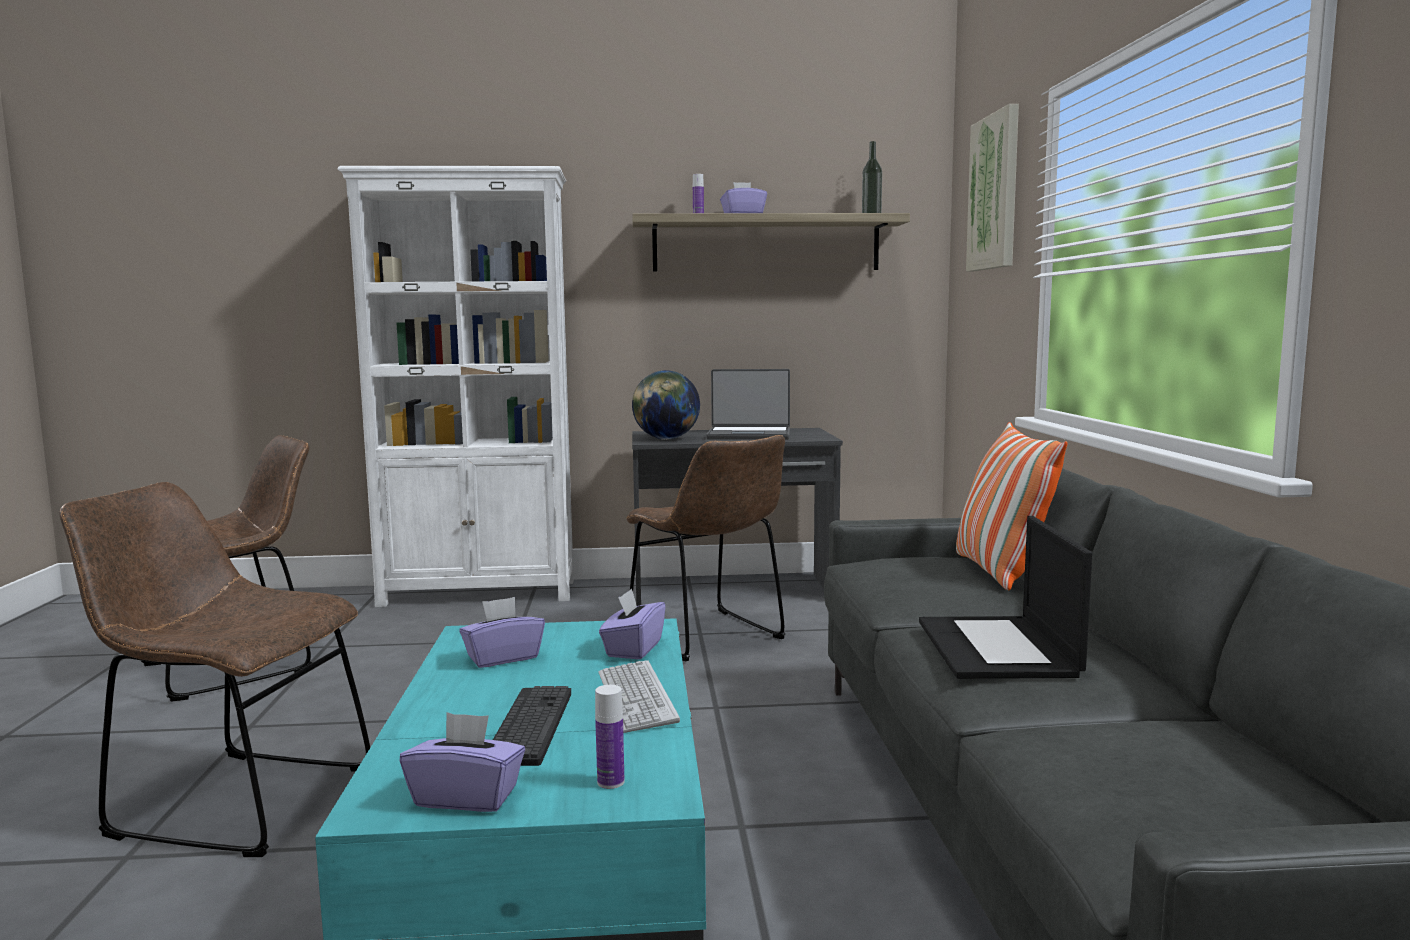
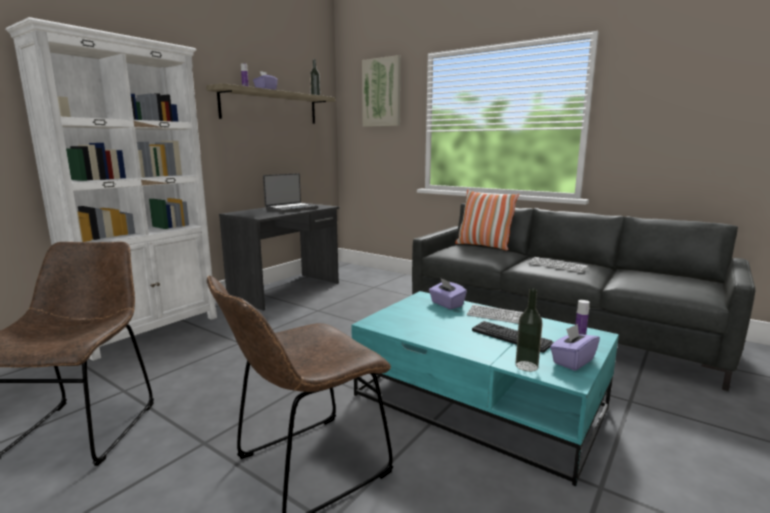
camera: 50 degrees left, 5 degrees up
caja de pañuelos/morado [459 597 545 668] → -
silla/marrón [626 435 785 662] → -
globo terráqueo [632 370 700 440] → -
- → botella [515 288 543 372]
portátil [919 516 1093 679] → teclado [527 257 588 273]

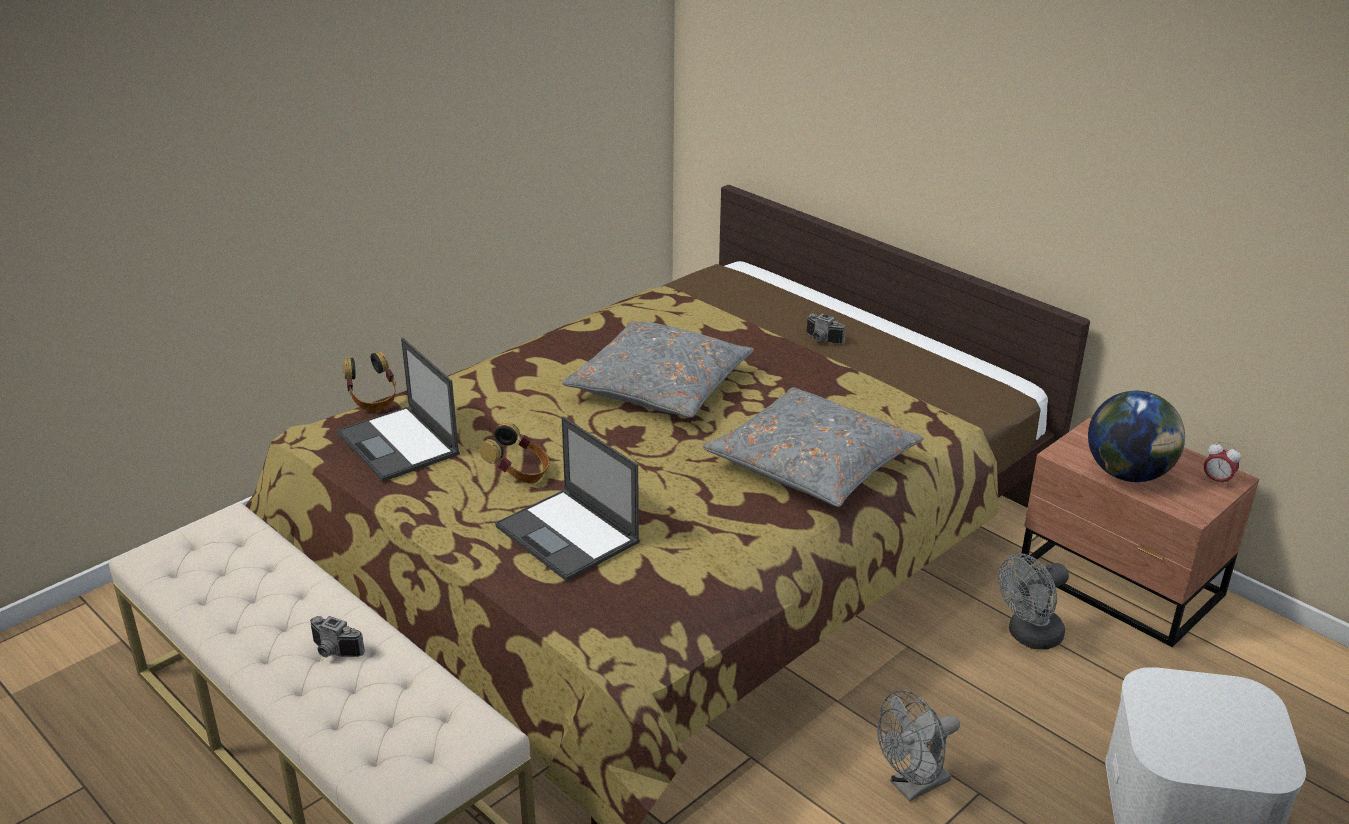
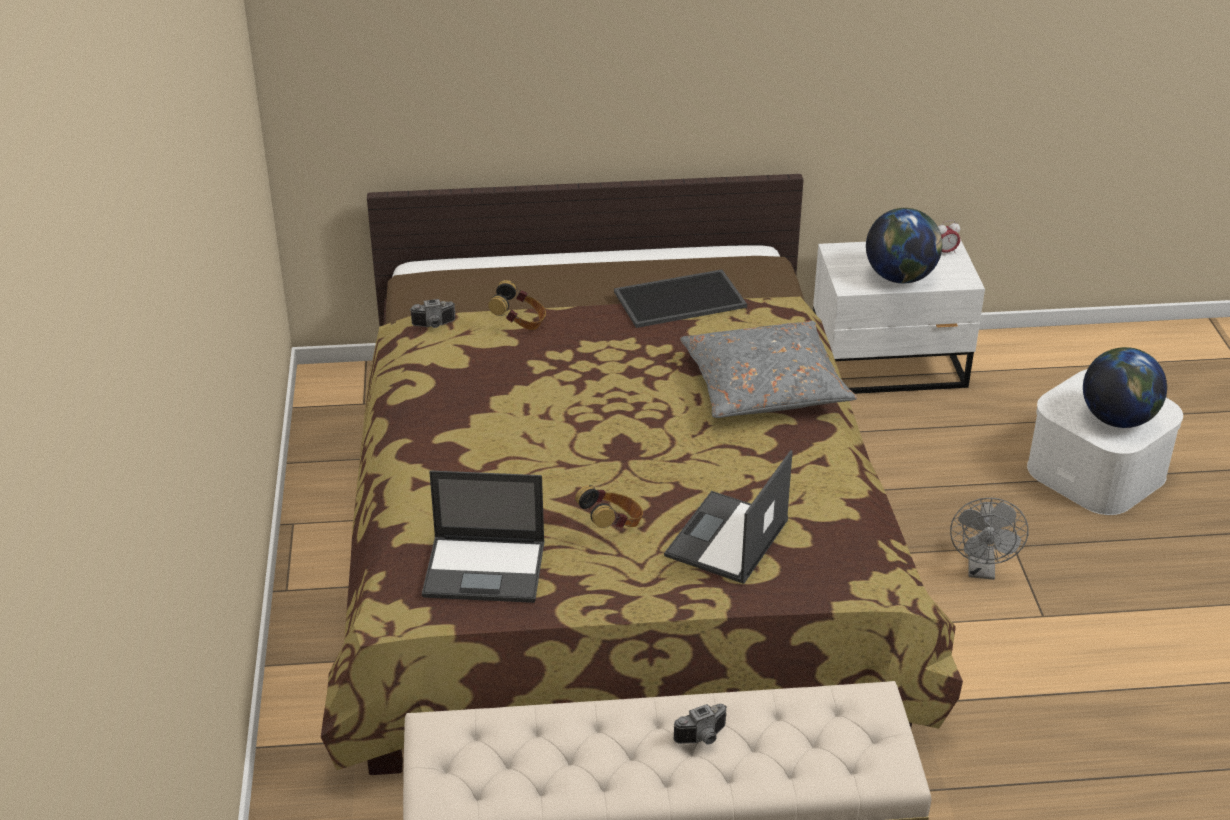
camera: 50 degrees left, 5 degrees up
cojín/gris [562 321 754 418] → -
ventilador/gris [998 553 1069 650] → -
- → bandeja [614 269 747 328]
- → globo terráqueo [1083 347 1167 428]
auriculares [343 351 396 411] → auriculares [488 280 546 330], relocated
cámara [806 313 846 344] → cámara [410 299 455 328], relocated
mesita de noche/marrón [1021 415 1259 647] → mesita de noche/blanco [813 239 985 394]
portátil [495 416 640 581] → portátil [664 450 793 584], 120 degrees clockwise

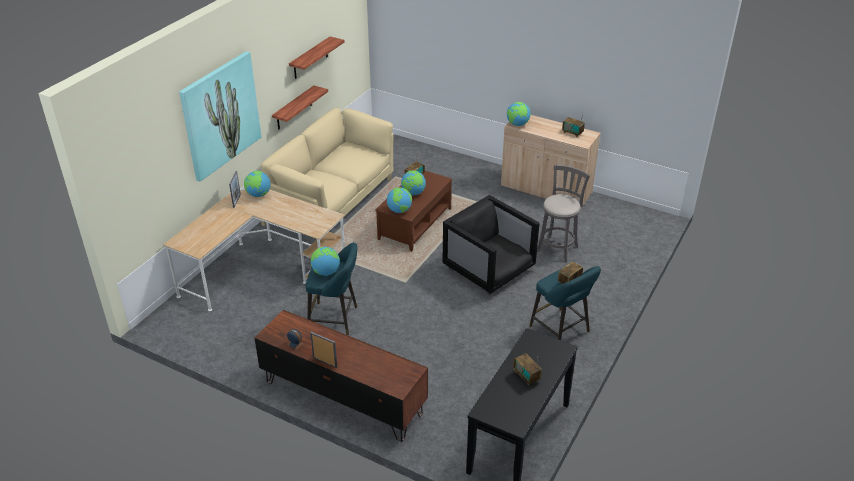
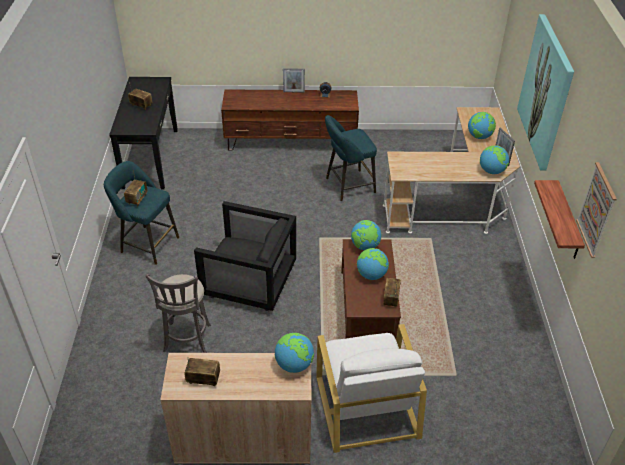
camera: 150 degrees right, 5 degrees up
sofá/beis [260 108 393 240] → -
- → sillón/blanco [316 324 427 453]
globo terráqueo [311 247 340 276] → globo terráqueo [468 112 496 139], relocated
estante [289 36 345 79] → cuadro [576 162 617 258]

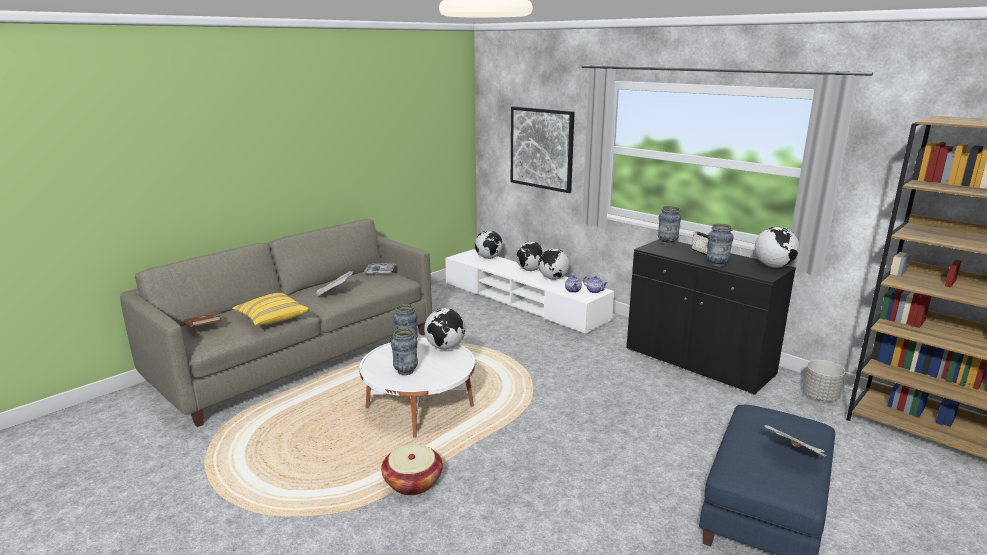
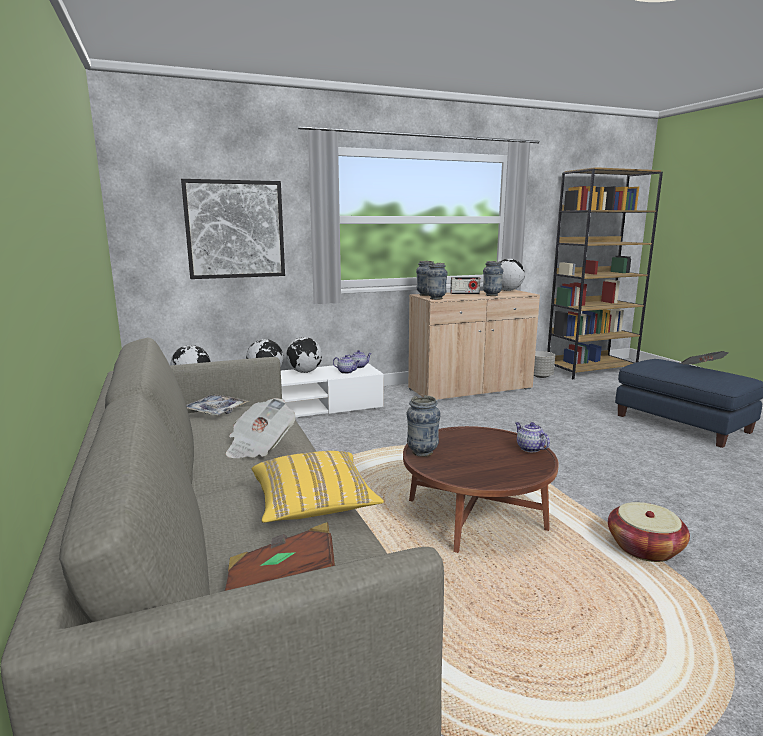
camera: 65 degrees left, 5 degrees down
globo terráqueo [424 308 465 349] → -
- → tetera [515 422 550 452]
florero [391 328 418 375] → florero [427 263 448 300], relocated
mesa de centro/blanco [359 338 475 438] → mesa de centro/marrón [403 426 559 553]
armario/negro [626 239 796 396] → armario/beis [408 290 540 400]

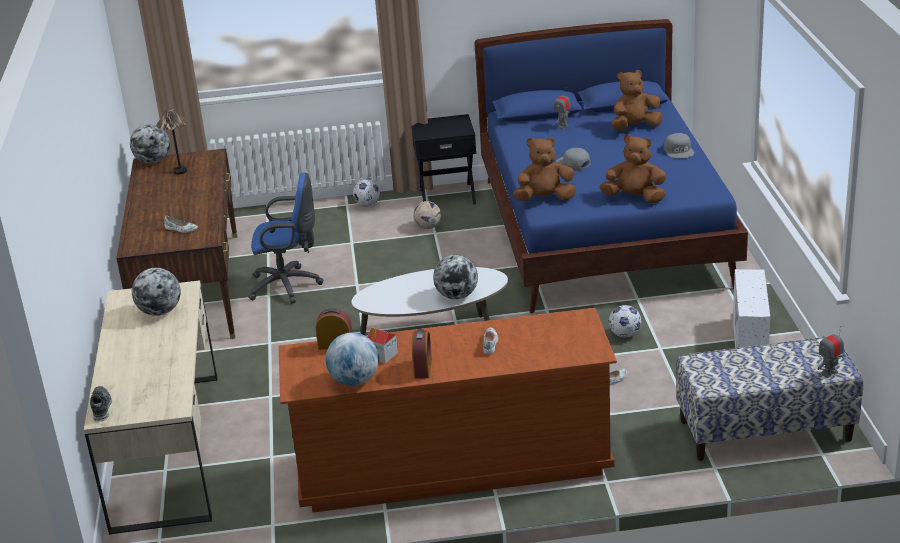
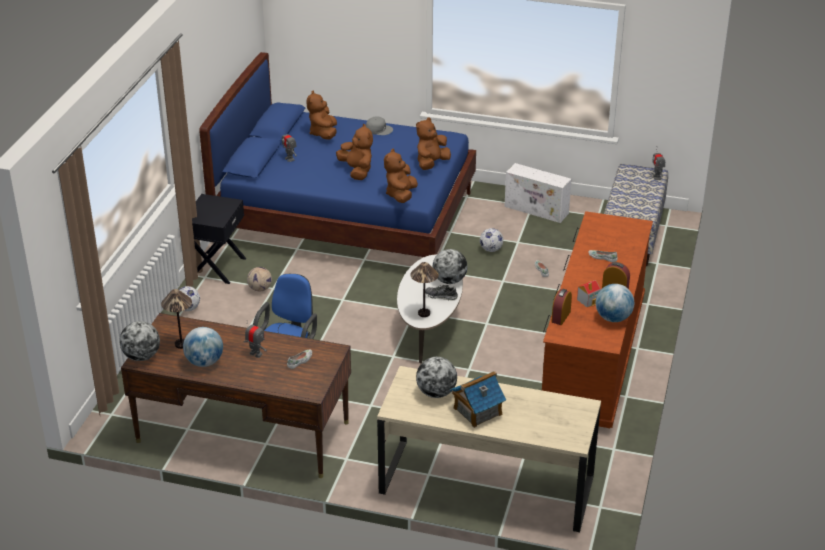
camera: 70 degrees left, 5 degrees up
- → globo terráqueo [183 327 223 367]
- → robot de juguete [243 321 267 358]
- → lámpara de mesa [410 262 439 317]
- → casita [450 371 506 428]
zapato [90 386 112 422] → zapato [425 285 458 301], relocated
gorra/gris [556 148 591 171] → peluche/marrón [336 124 373 180]

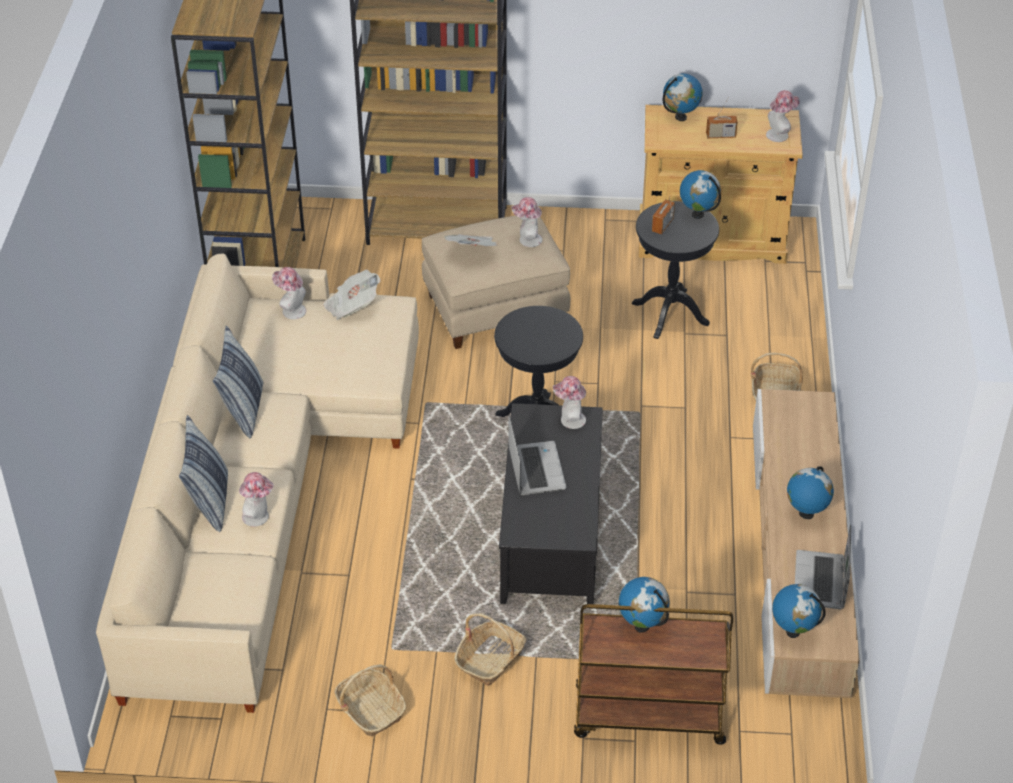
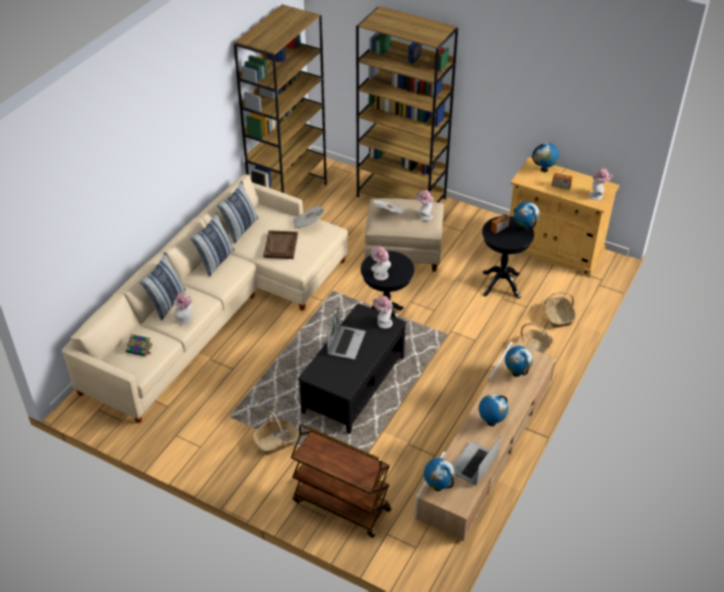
camera: 25 degrees right, 0 degrees up
- → libro [126 334 153 356]
- → cojín [217 181 258 244]
- → bandeja/marrón [263 230 298 259]
sombrero [272 267 306 319] → sombrero [371 247 391 280], relocated
cesta [334 665 406 737] → cesta [542 292 576 328], relocated
globo terráqueo [619 577 670 633] → globo terráqueo [505 346 533 377], relocated

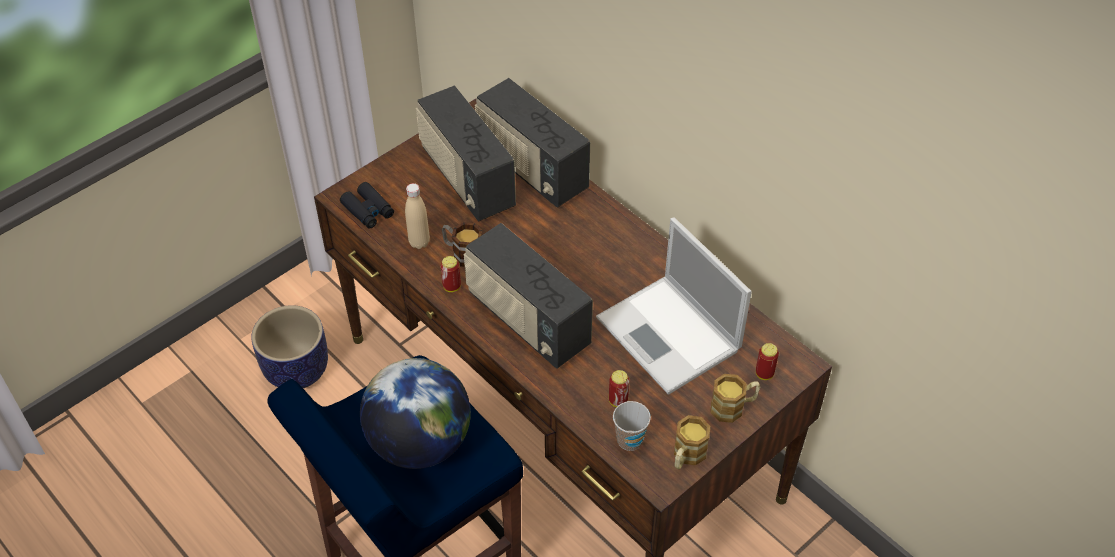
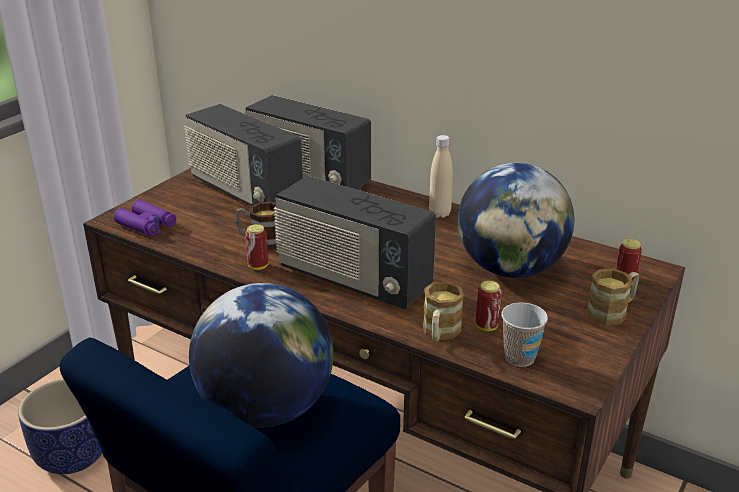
camera: 15 degrees left, 20 degrees down
botella/beis [405 183 430 249] → botella/beis [429 135 453 218], relocated
taza grande [674 415 710 469] → taza grande [423 281 464 341], relocated
portátil [596 217 752 395] → globo terráqueo [458 163 574 278]
prismáticos/negro [340 182 394 229] → prismáticos/morado [114 200 176 236]

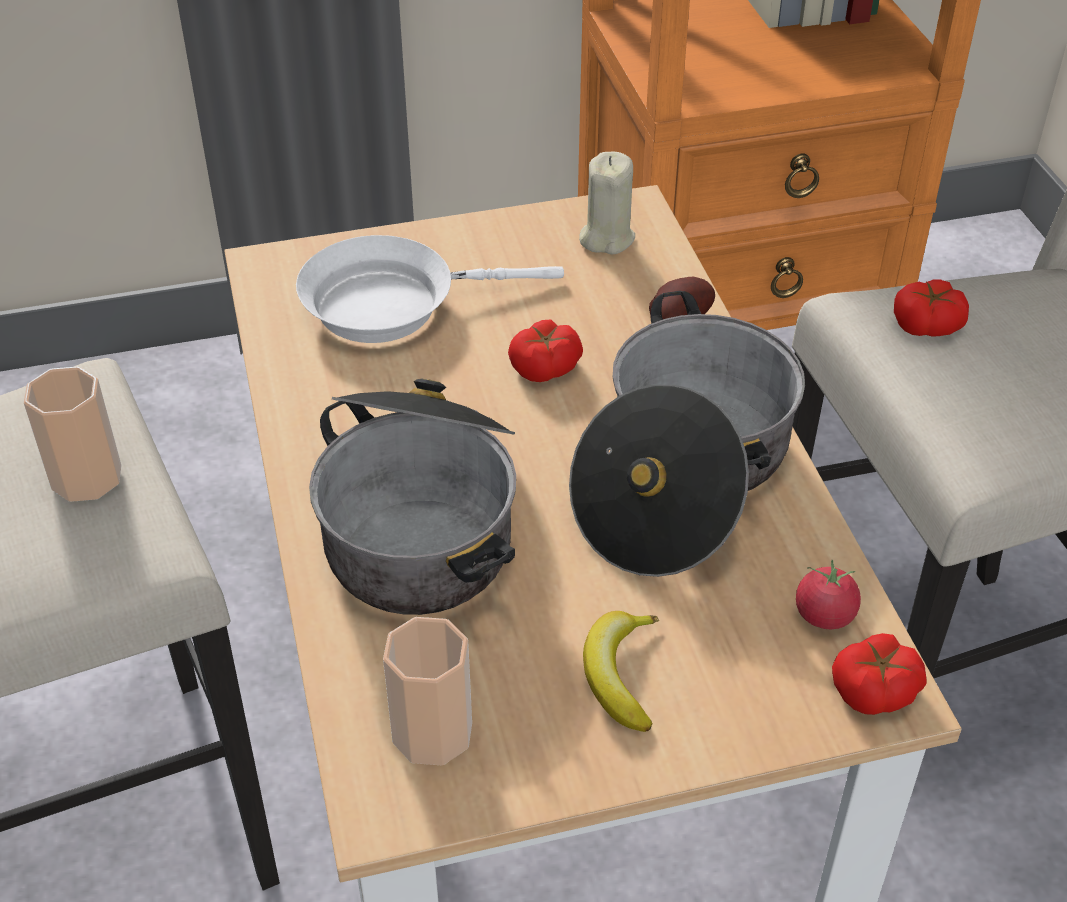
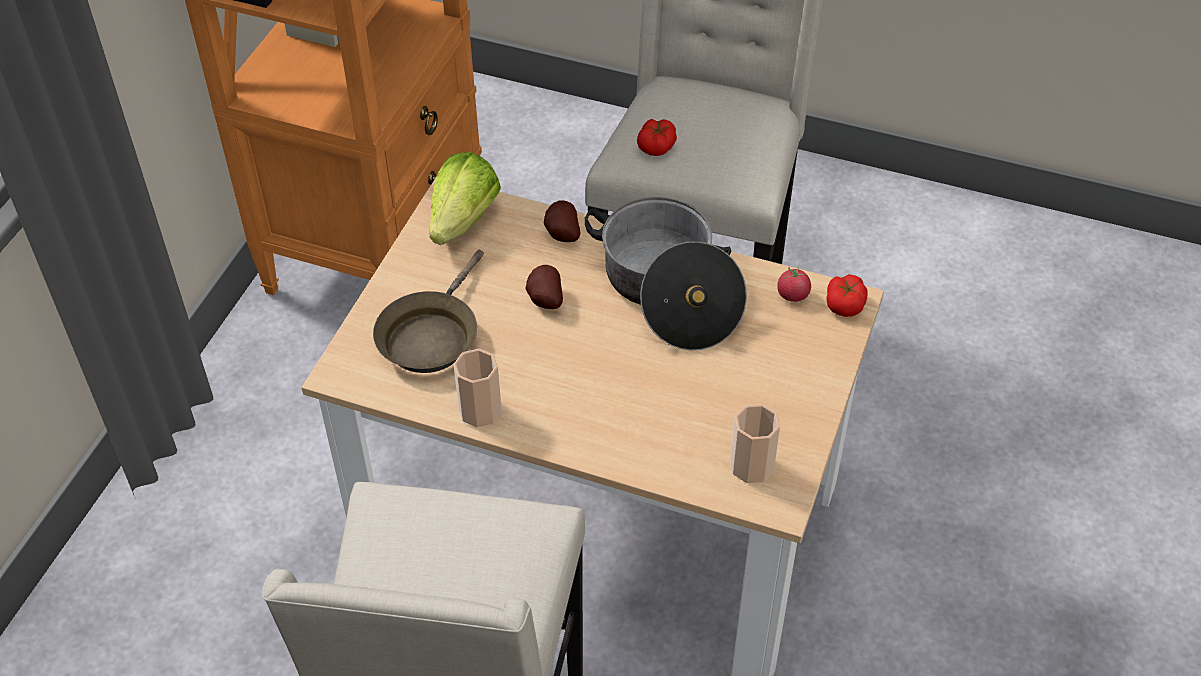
camera: 55 degrees left, 5 degrees up
olla [309 379 516 615] → -
plátano [583 611 658 732] → -
taza [23 367 121 502] → taza [453 349 502 427], relocated
tomate [508 319 583 382] → patata [525 265 563 309]
vela/beis [579 152 635 254] → lechuga [429 152 501 245]
sartén/blanco [296 235 564 343] → sartén/marrón [373 250 484 373]

